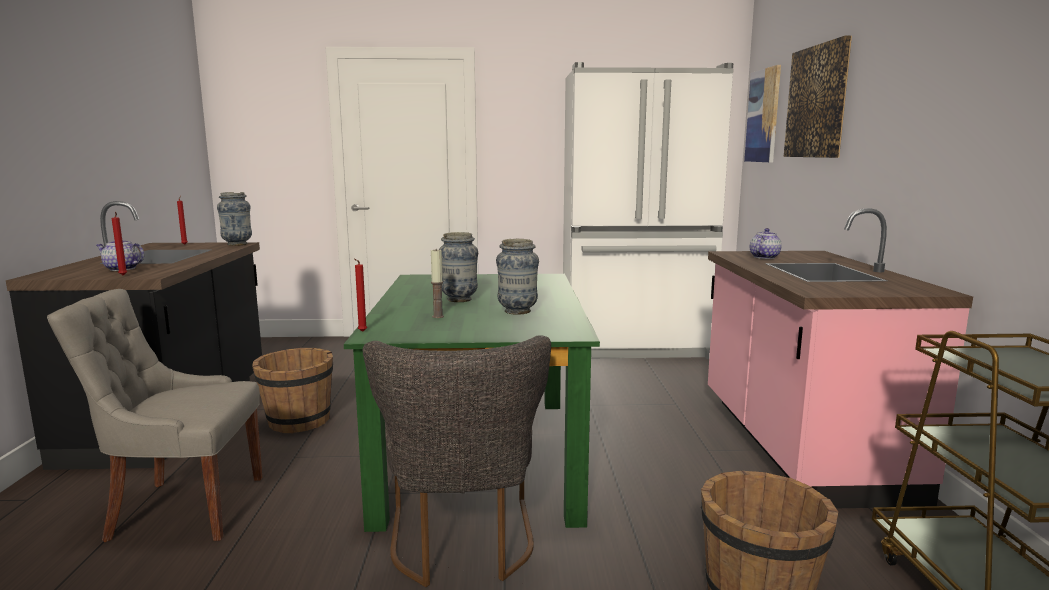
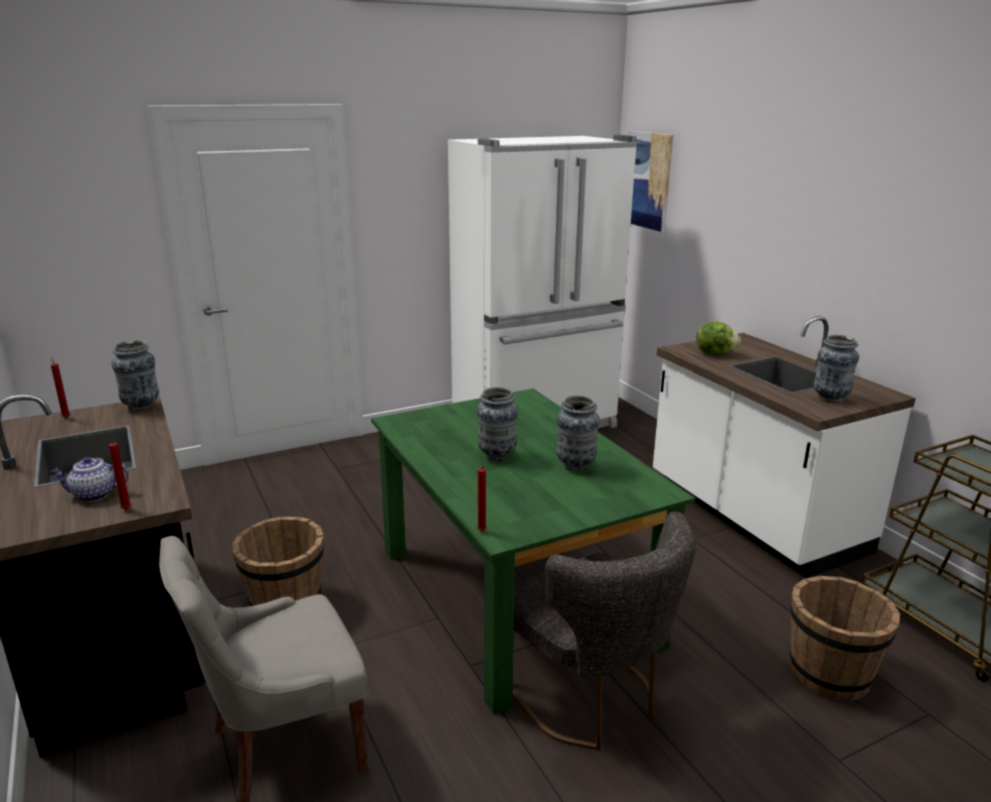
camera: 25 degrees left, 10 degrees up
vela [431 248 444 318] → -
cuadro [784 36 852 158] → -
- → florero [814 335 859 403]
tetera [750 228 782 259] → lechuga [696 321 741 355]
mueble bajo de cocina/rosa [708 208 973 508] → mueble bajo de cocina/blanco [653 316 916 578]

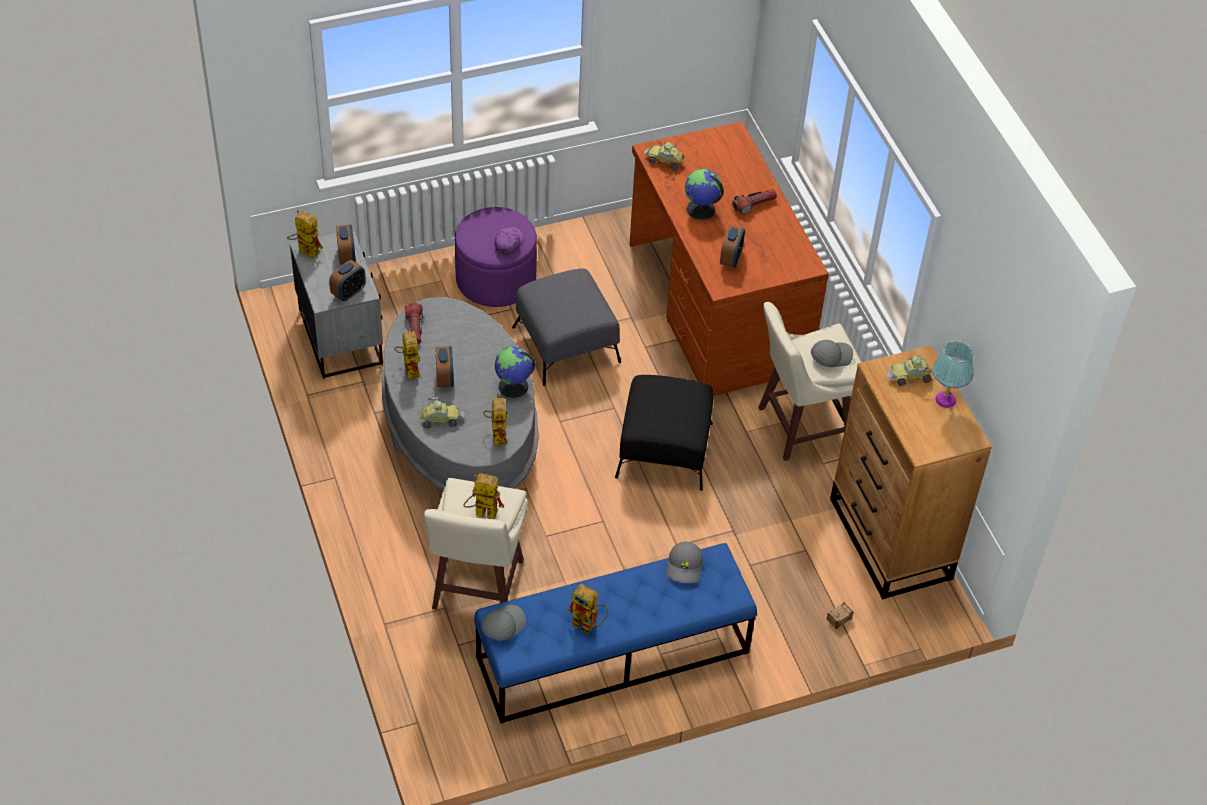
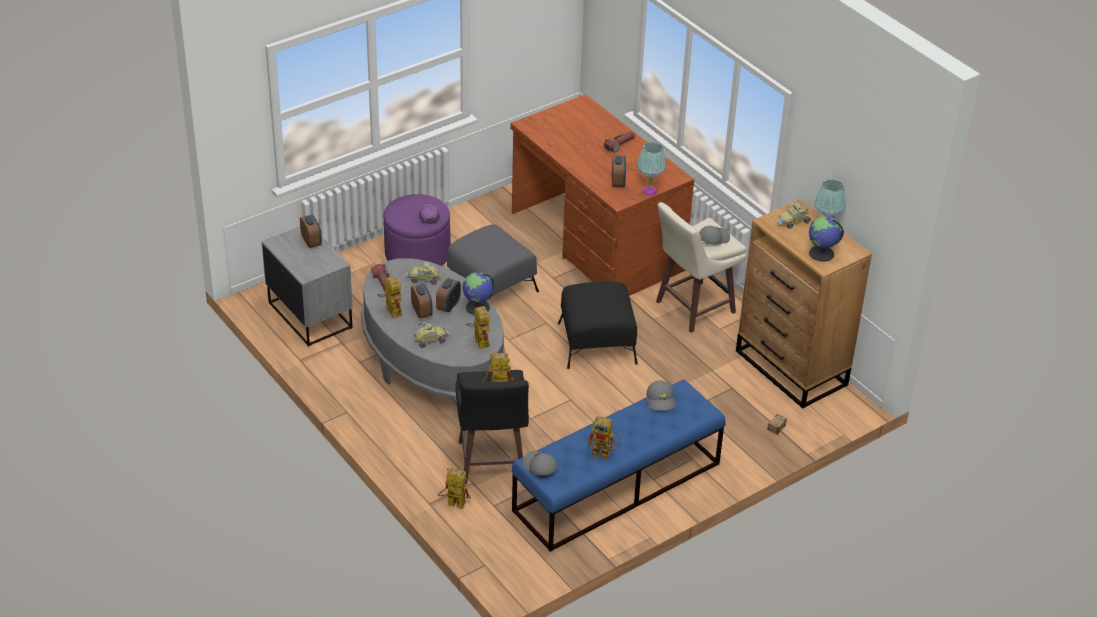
camera: 15 degrees left, 10 degrees down
- → lámpara de mesa/turquesa [637 142 666 196]
robot de juguete [286 210 323 258] → robot de juguete [438 468 471 509], relocated
despertador [329 260 366 301] → despertador [436 278 461 312], relocated
coche de juguete [644 142 684 171] → coche de juguete [406 262 440 285], relocated
globo terráqueo [685 169 724 220] → globo terráqueo [809 216 844 262], relocated
taburete/beis [424 478 528 610] → taburete/negro [456 370 529 484]
gorra/gris [481 605 526 640] → gorra/gris [522 451 558 476], 60 degrees counterclockwise

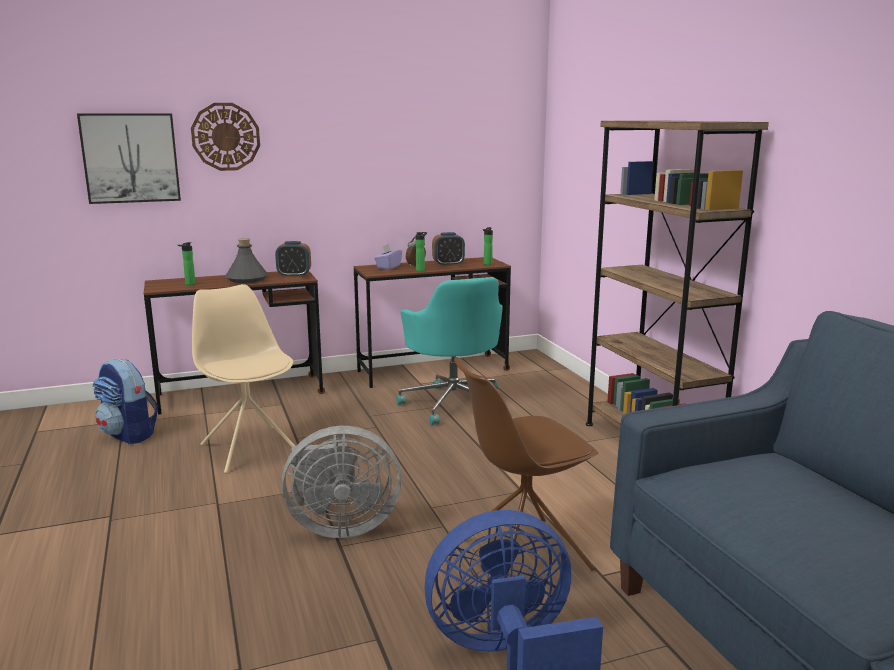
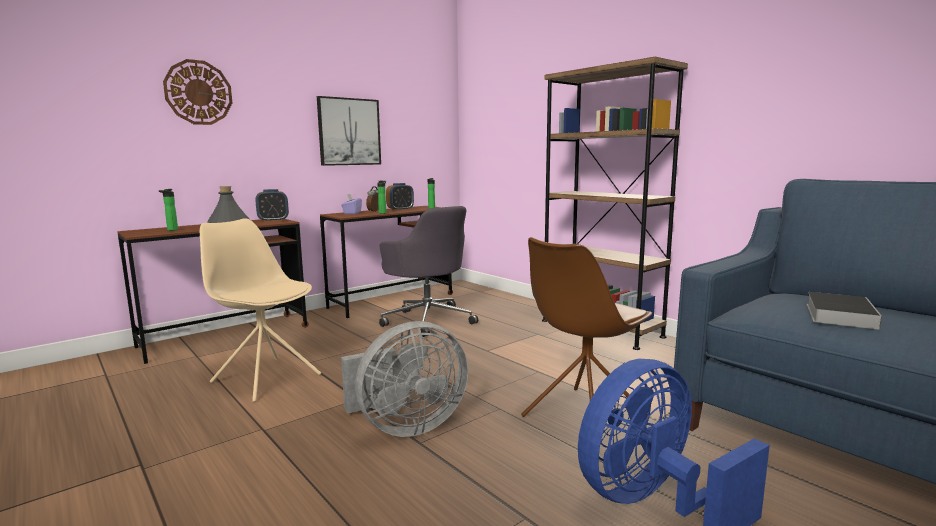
camera: 20 degrees left, 5 degrees down
mochila [92 359 158 444] → -
- → libro [807 292 882 330]
cuadro [77 114 181 204] → cuadro [317 96 381 166], relocated
silla de oficina/turquesa [396 277 503 425] → silla de oficina/gris [379 206 478 337]

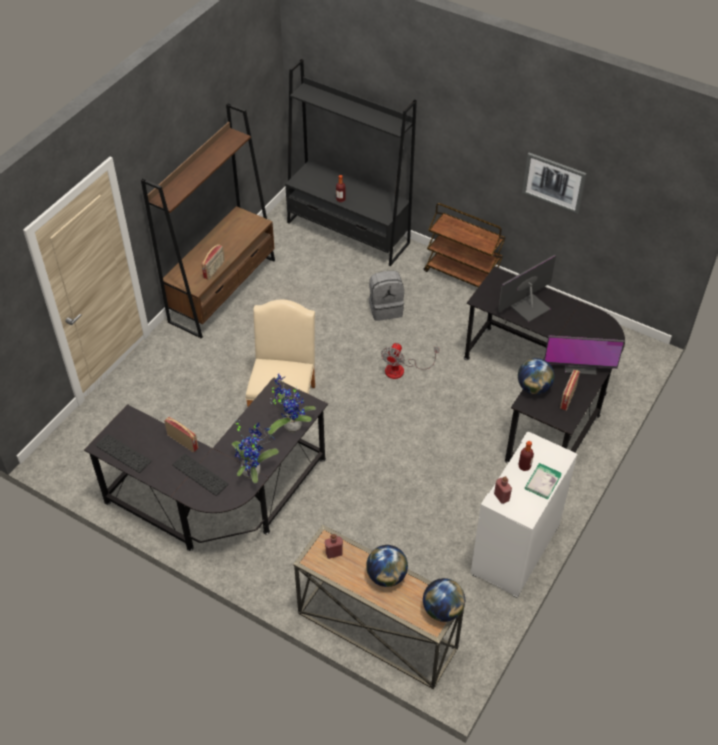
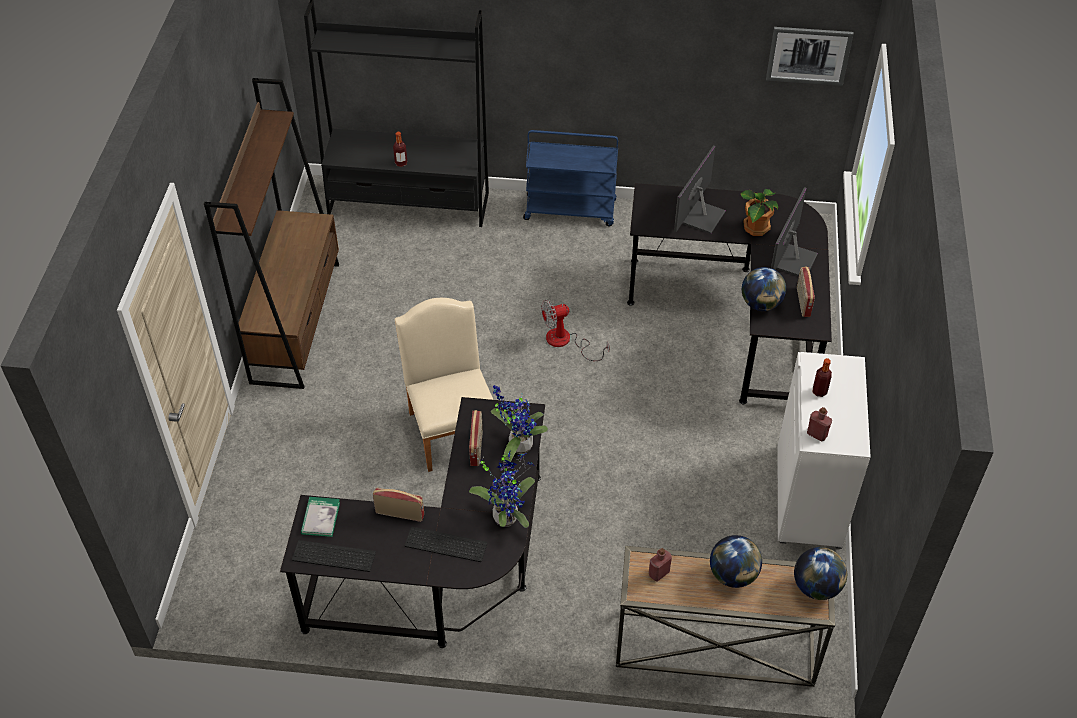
camera: 25 degrees left, 0 degrees up
mochila/gris [369 271 404 321] → -
- → planta en maceta [741 189 778 236]
radio [201 245 225 280] → radio [469 410 483 466], relocated
cuadro [522 153 587 214] → cuadro [766 27 854 86], relocated
libro [525 463 562 499] → libro [301 497 340 537], relocated
carrito/marrón [424 203 505 287] → carrito/azul [523 130 618 226]
ventilador [381 343 439 379] → ventilador [541 300 610 361], 75 degrees clockwise
monitor [544 335 624 375] → monitor [771 187 818 276], 135 degrees clockwise

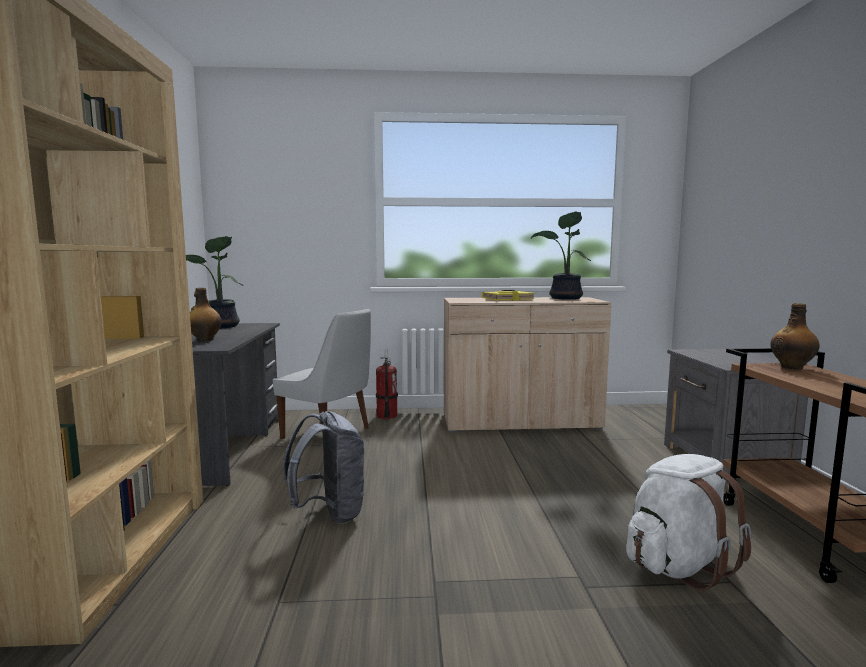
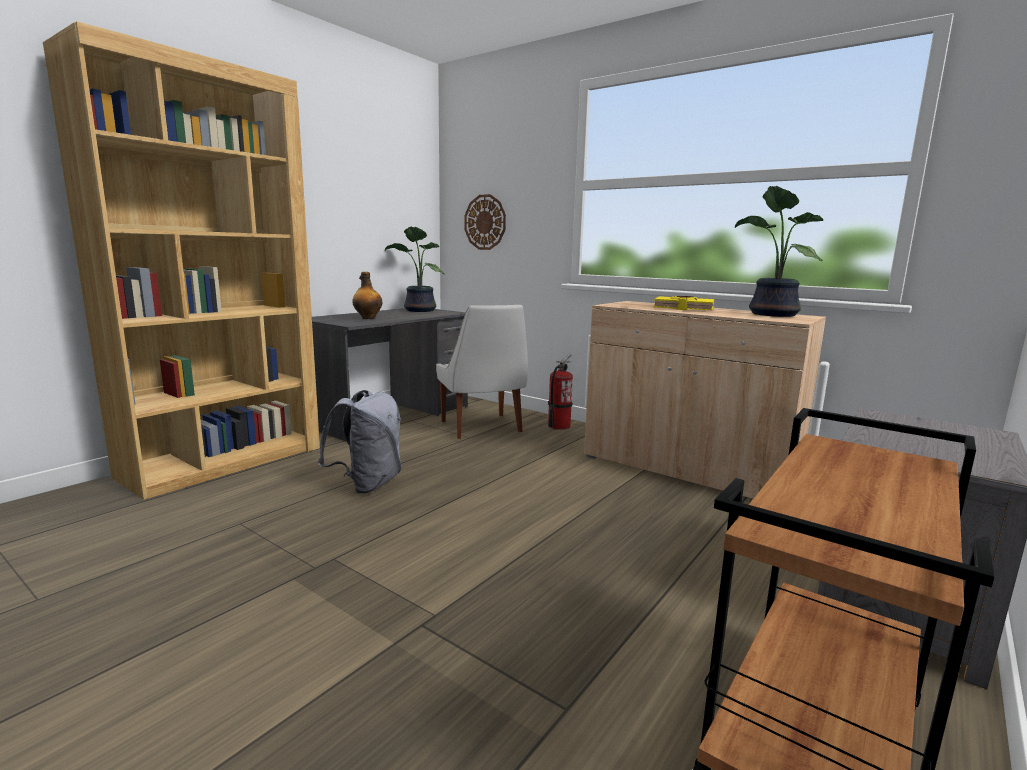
camera: 40 degrees right, 5 degrees up
mochila/blanco [627 454 752 591] → -
botella [770 303 820 370] → -
- → reloj de pared [464 194 506 250]

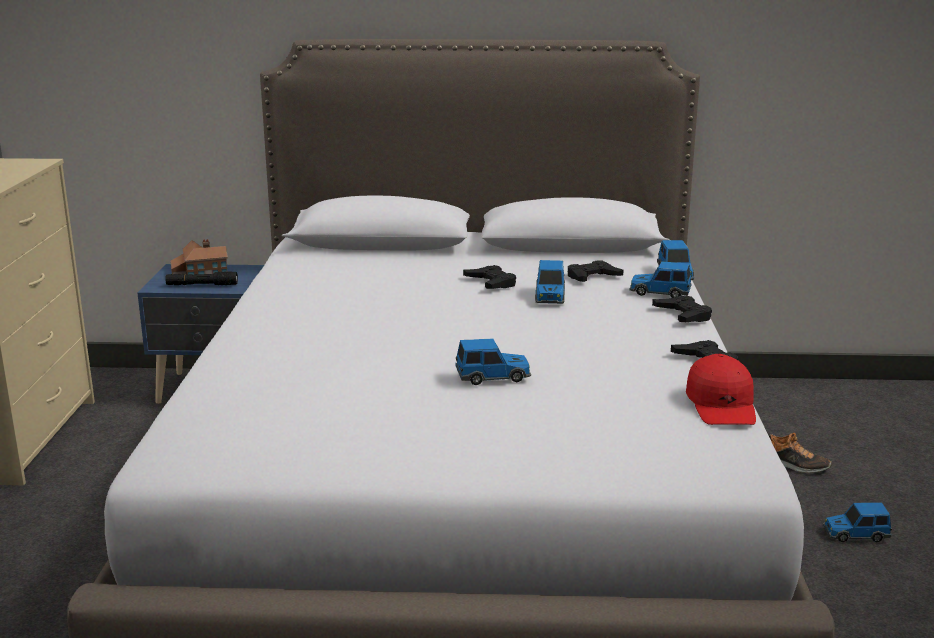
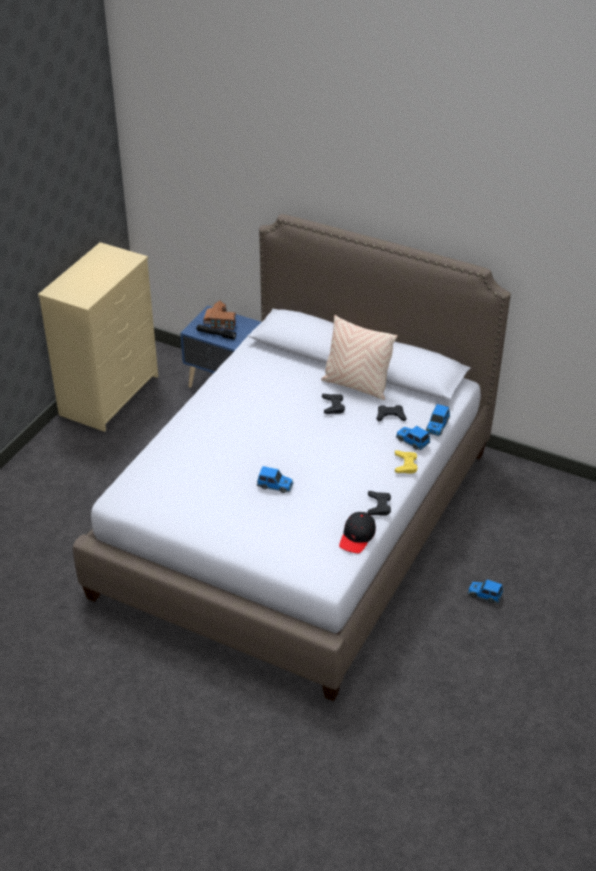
camera: 25 degrees right, 20 degrees up
coche de juguete [535 260 565 304] → -
zapato [768 433 832 473] → -
- → cojín/beis [321 315 398 400]
mando de consola/negro [652 295 712 322] → mando de consola/amarillo [395 450 418 474]
gorra/rojo [686 354 756 425] → gorra/negro [339 512 376 553]

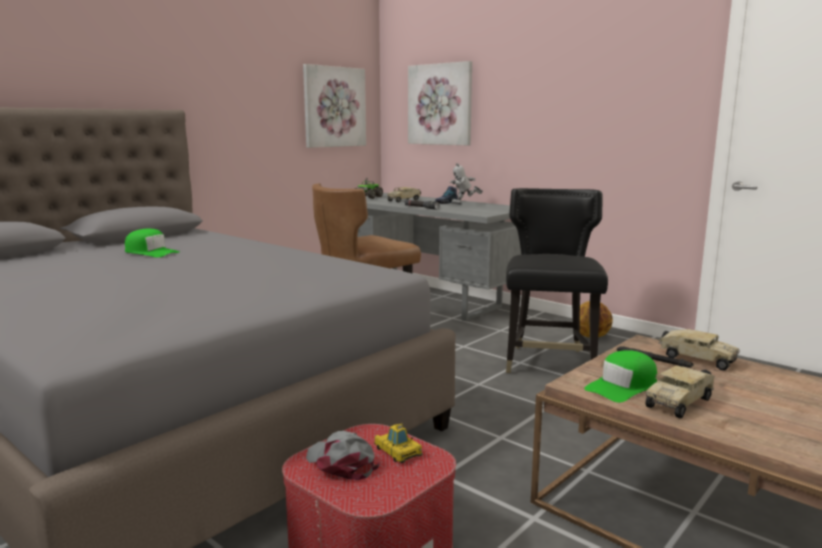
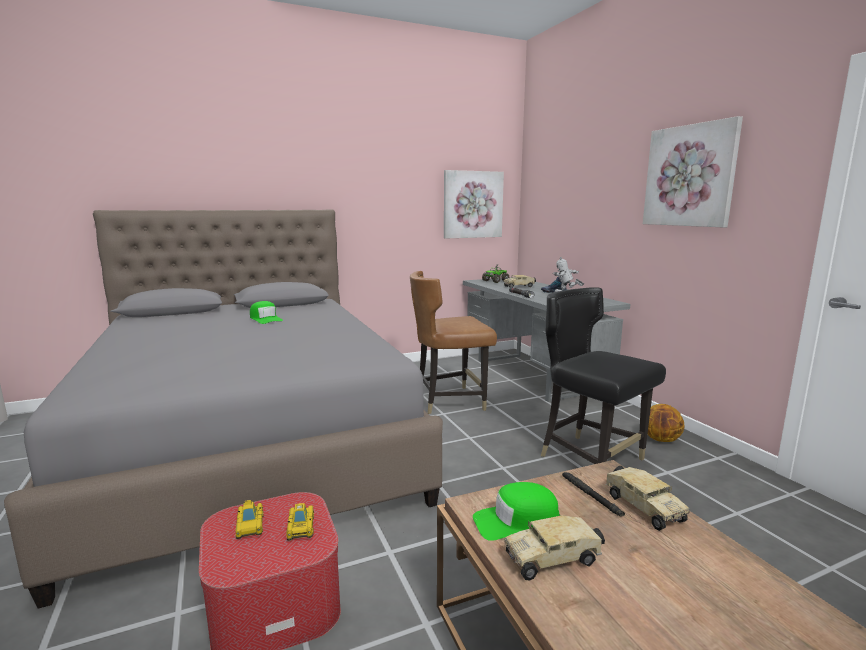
camera: 25 degrees right, 0 degrees up
cuadro [408 61 472 145] → cuadro [643 116 743 227], relocated
gorra/gris [306 431 380 480] → coche de juguete [236 500 264 539]
silla/negro [506 188 608 373] → silla/negro [541 287 666 464], 75 degrees counterclockwise

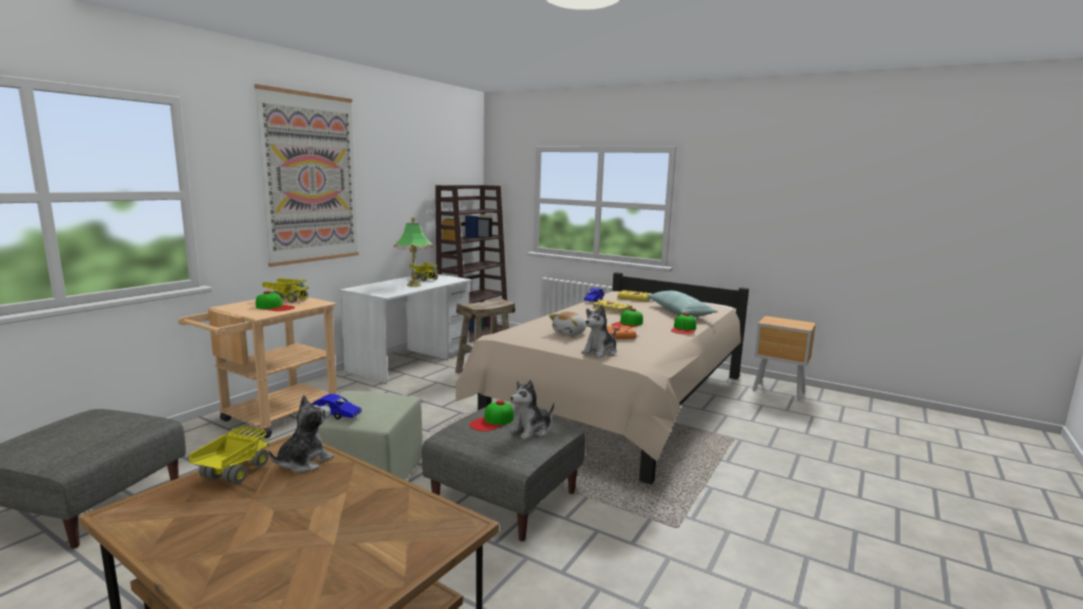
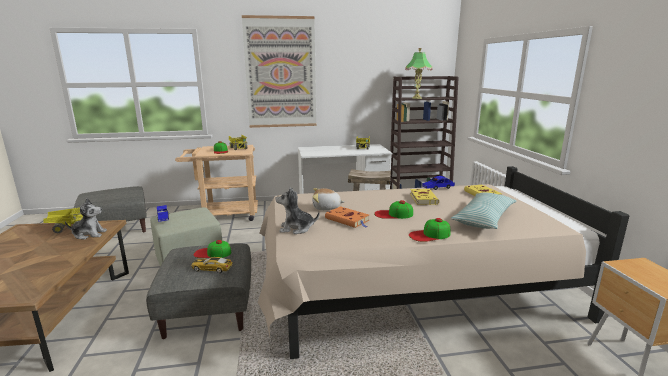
camera: 50 degrees right, 5 degrees up
lámpara de mesa [394 218 432 287] → lámpara de mesa [405 48 432 99], relocated
peluche [509 380 554 440] → coche de juguete [192 257 233 273]

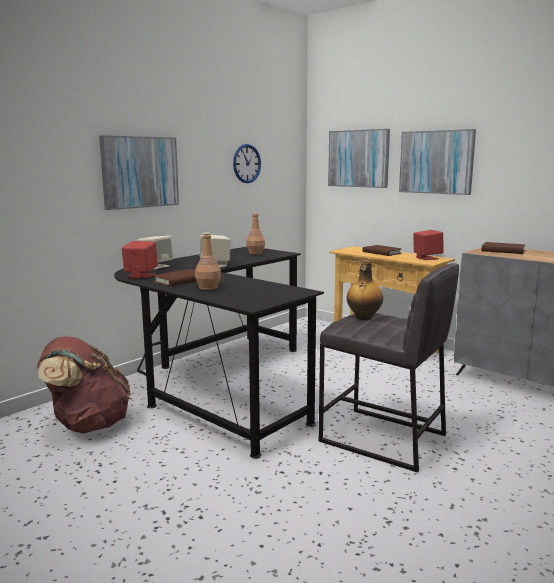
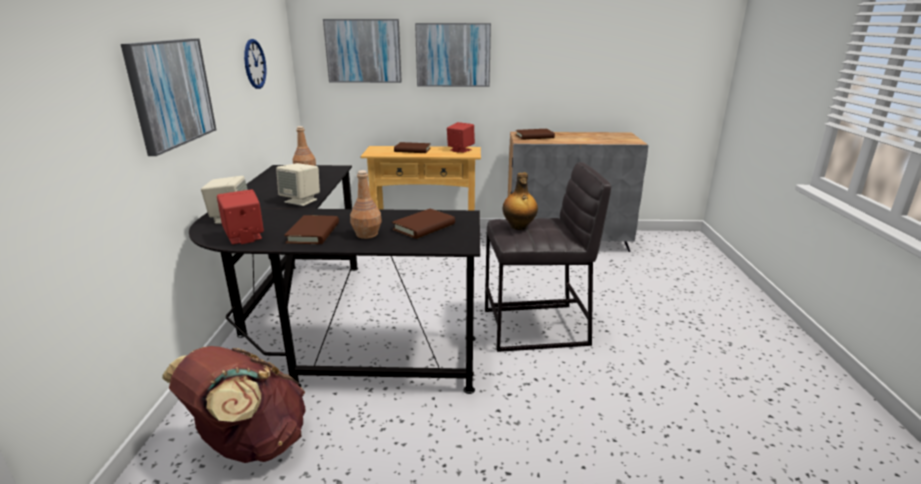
camera: 40 degrees left, 10 degrees up
- → libro/marrón [392 209 455 239]

